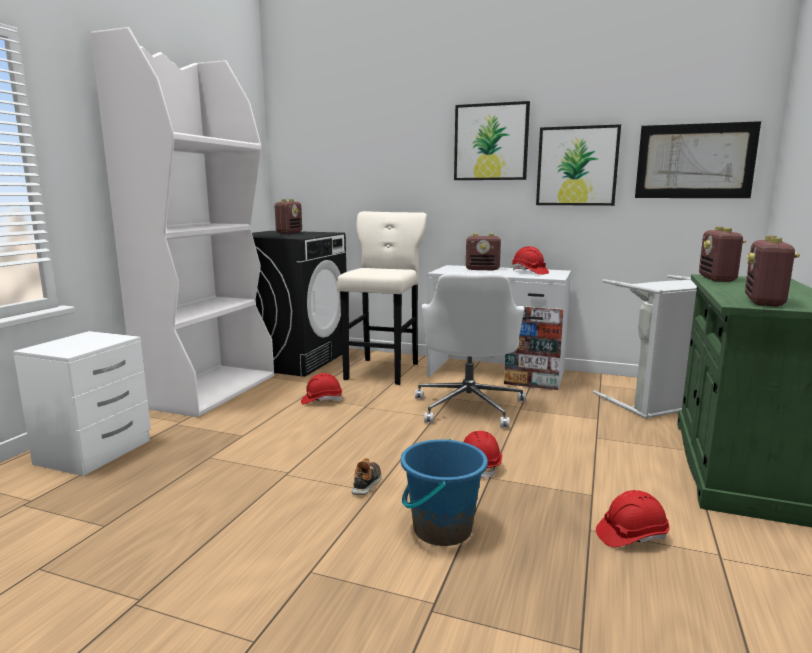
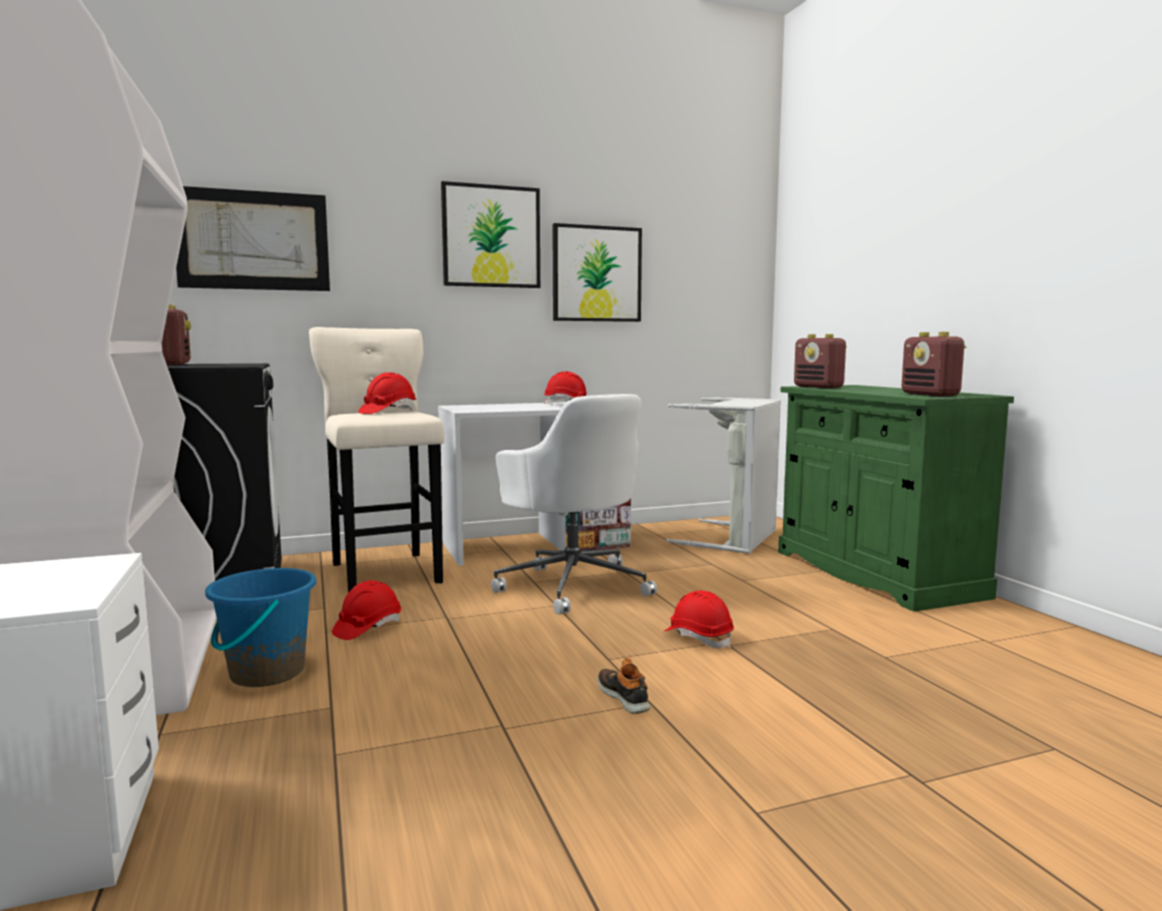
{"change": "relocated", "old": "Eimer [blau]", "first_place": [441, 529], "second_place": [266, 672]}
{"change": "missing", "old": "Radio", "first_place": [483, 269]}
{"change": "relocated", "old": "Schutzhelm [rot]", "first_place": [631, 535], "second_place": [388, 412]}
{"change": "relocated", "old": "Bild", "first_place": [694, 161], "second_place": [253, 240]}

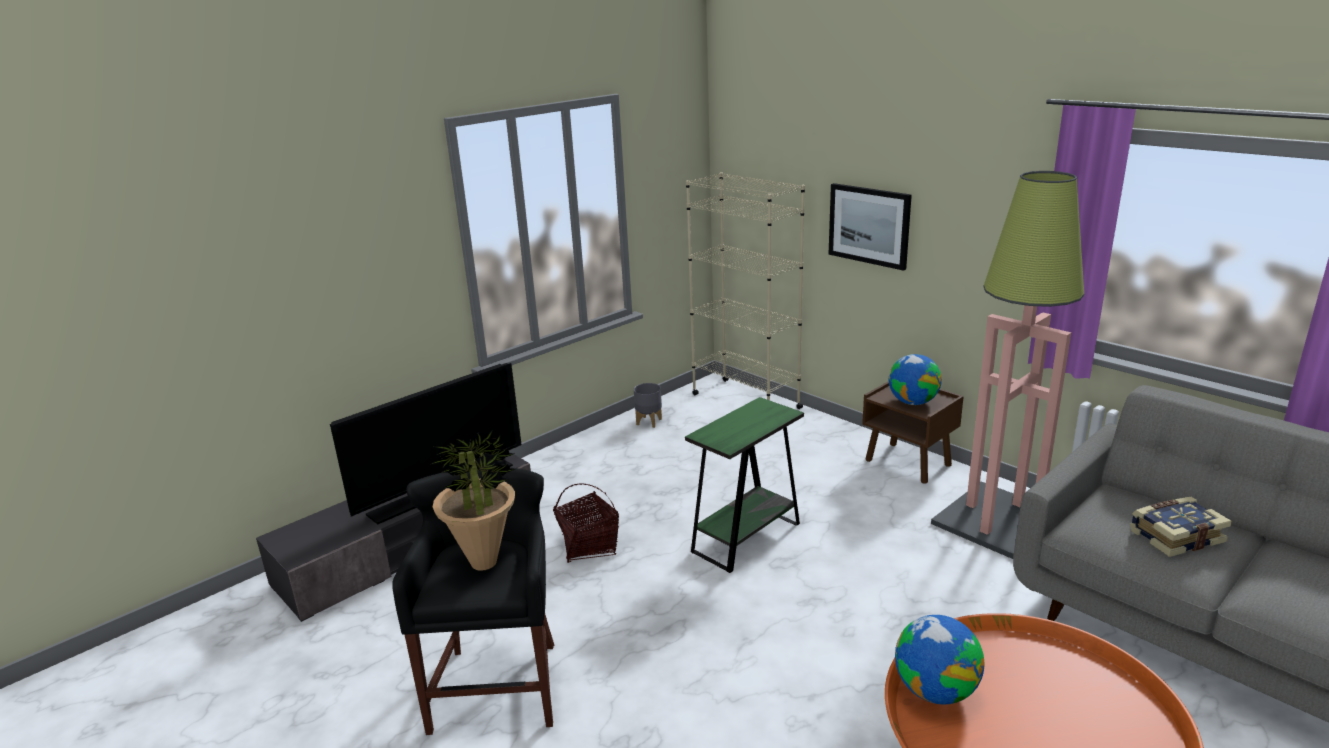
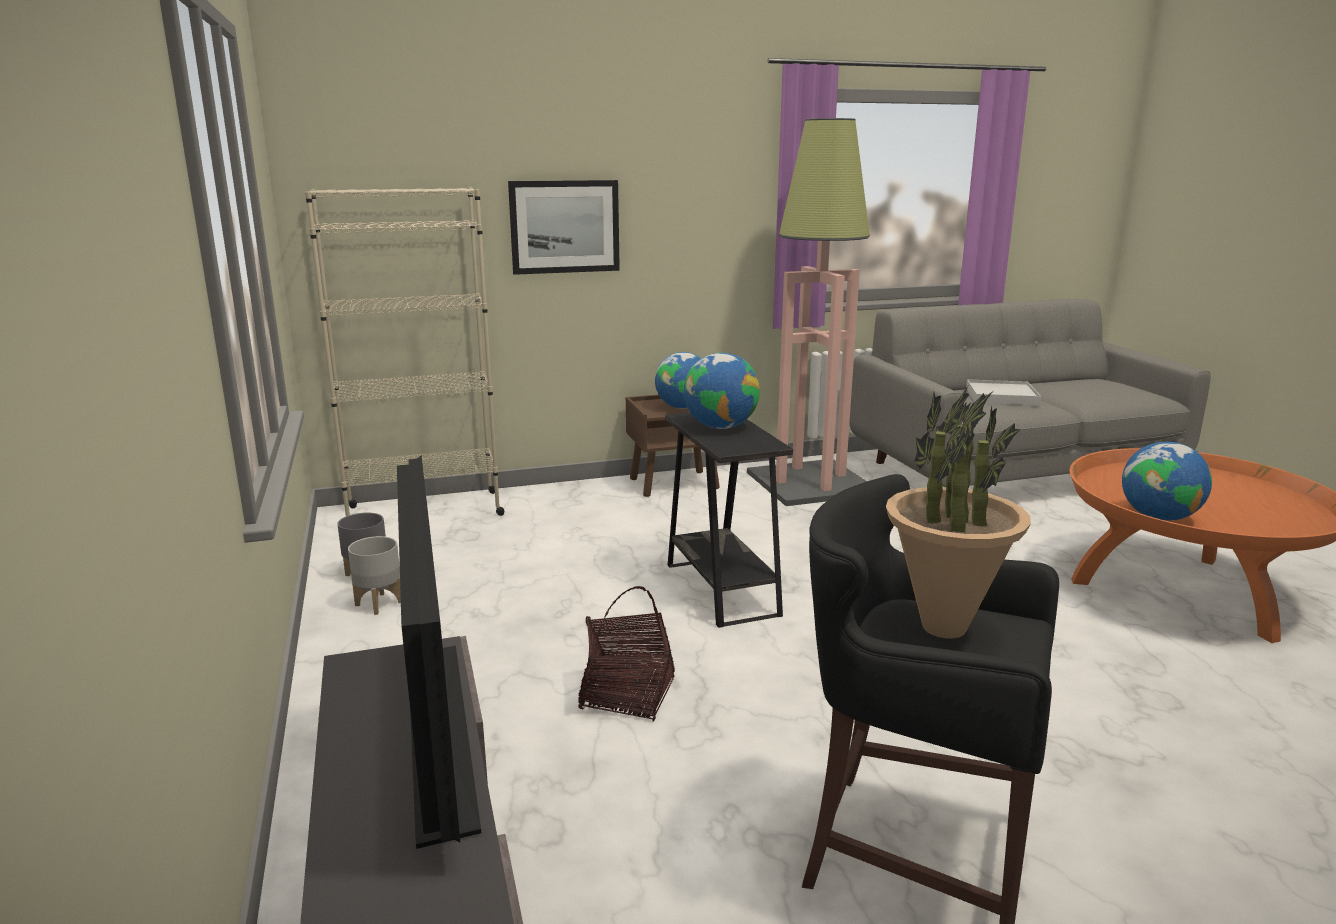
{"change": "colour", "old": "Beistelltisch [grün]", "new": "Beistelltisch [schwarz]", "first_place": [746, 538], "second_place": [721, 589]}
{"change": "exchanged", "old": "Buch", "new": "Tablett [weiß]", "first_place": [1174, 536], "second_place": [1001, 396]}
{"change": "appeared", "new": "Pflanzkübel [grau]", "second_place": [380, 603]}
{"change": "appeared", "new": "Globus", "second_place": [720, 427]}

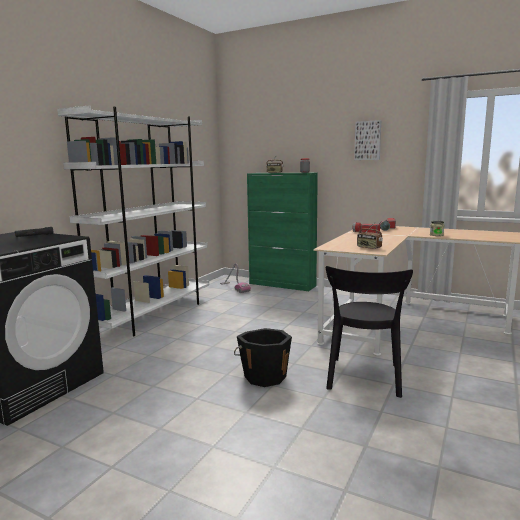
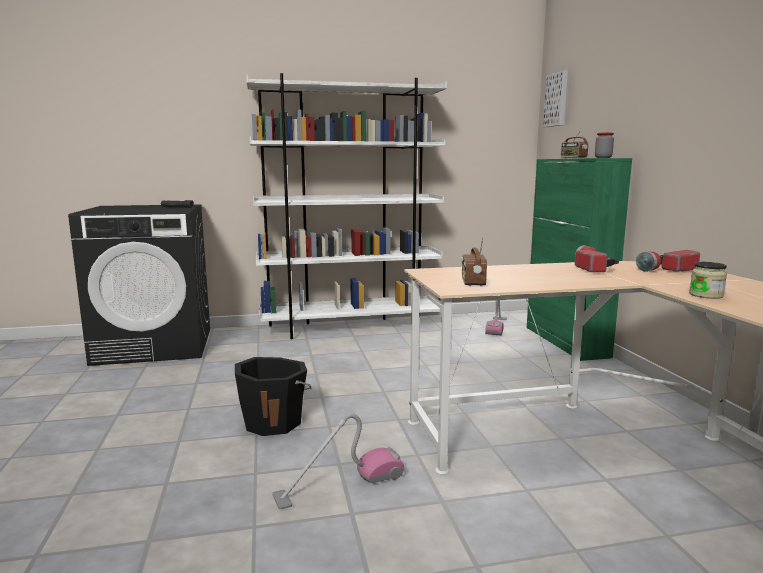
{"change": "exchanged", "old": "Stuhl [schwarz]", "new": "Staubsauger", "first_place": [364, 379], "second_place": [340, 485]}
{"change": "relocated", "old": "Bild", "first_place": [368, 140], "second_place": [557, 100]}

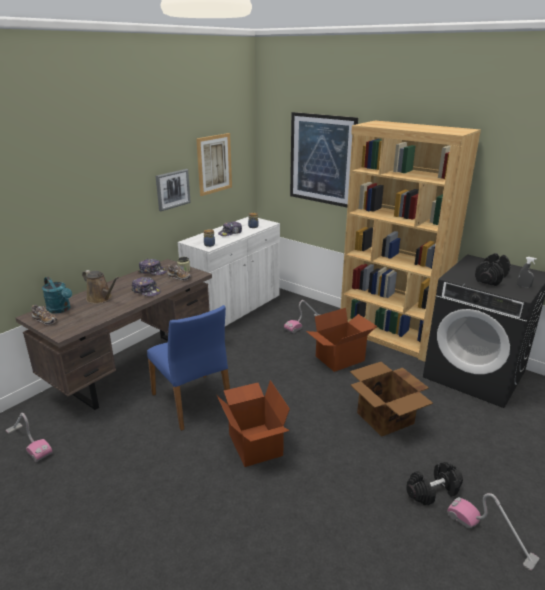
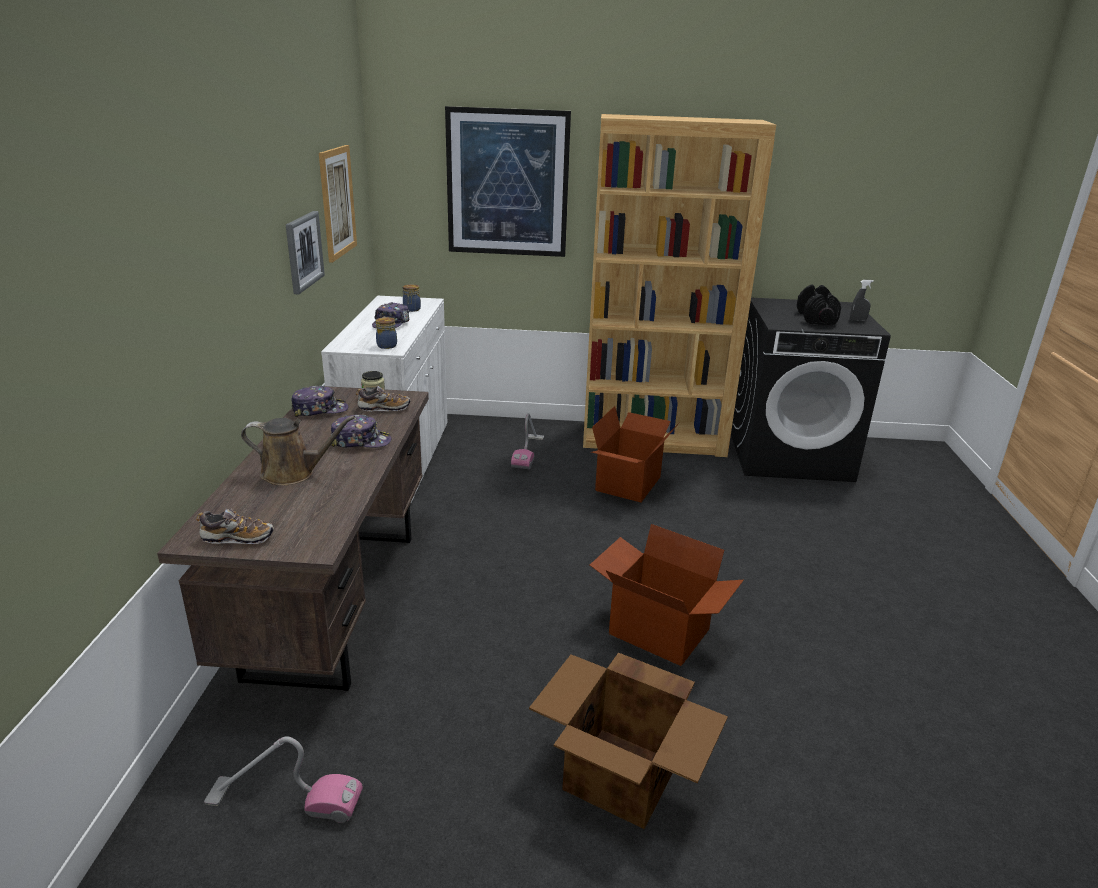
{"change": "missing", "old": "Gießkanne [türkis]", "first_place": [61, 309]}
{"change": "missing", "old": "Stuhl [blau]", "first_place": [193, 402]}
{"change": "relocated", "old": "Karton", "first_place": [385, 418], "second_place": [622, 777]}
{"change": "missing", "old": "Hantel [schwarz]", "first_place": [433, 491]}
{"change": "missing", "old": "Staubsauger", "first_place": [490, 535]}

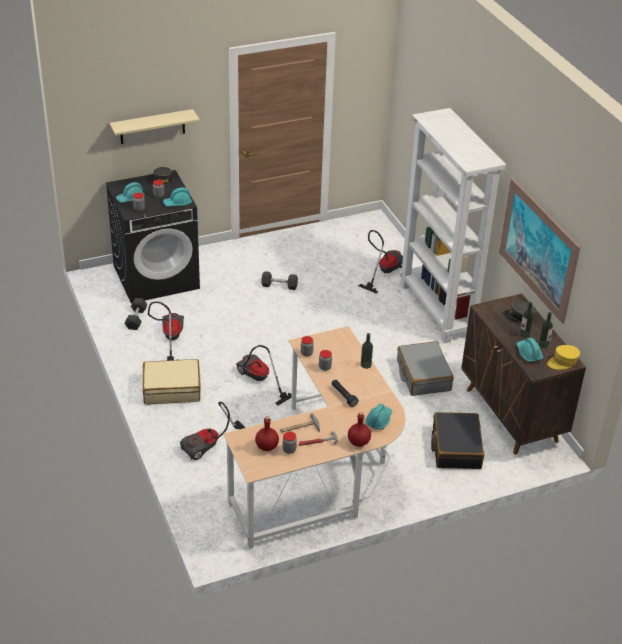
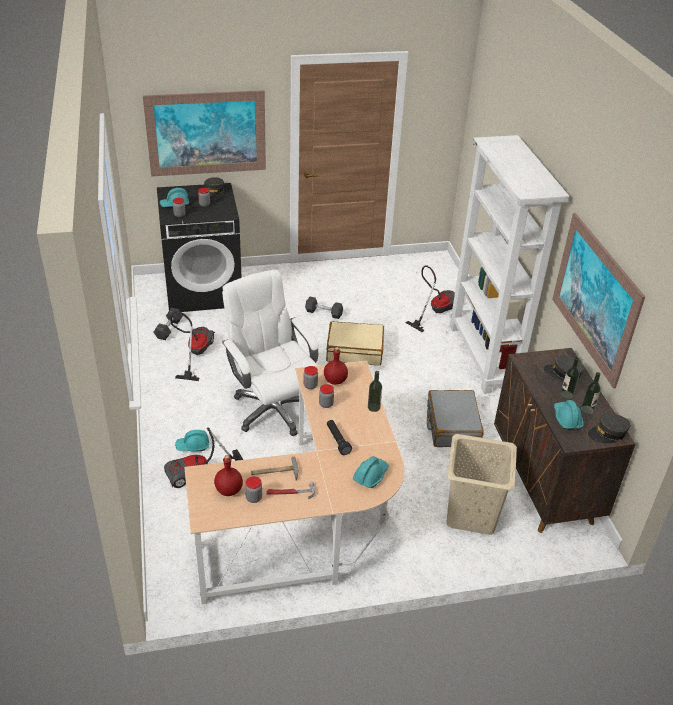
{"change": "exchanged", "old": "Wandregal [beige]", "new": "Bild", "first_place": [152, 127], "second_place": [206, 133]}
{"change": "relocated", "old": "Koffer [beige]", "first_place": [172, 389], "second_place": [355, 350]}
{"change": "relocated", "old": "Schutzhelm [türkis]", "first_place": [177, 203], "second_place": [193, 446]}
{"change": "exchanged", "old": "Staubsauger", "new": "Bürostuhl [weiß]", "first_place": [258, 381], "second_place": [272, 409]}
{"change": "relocated", "old": "Flasche [rot]", "first_place": [358, 442], "second_place": [334, 380]}
{"change": "exchanged", "old": "Koffer [schwarz]", "new": "Wäschekorb [beige]", "first_place": [456, 448], "second_place": [471, 515]}
{"change": "colour", "old": "Kappe [gelb]", "new": "Kappe [grau]", "first_place": [563, 361], "second_place": [607, 434]}

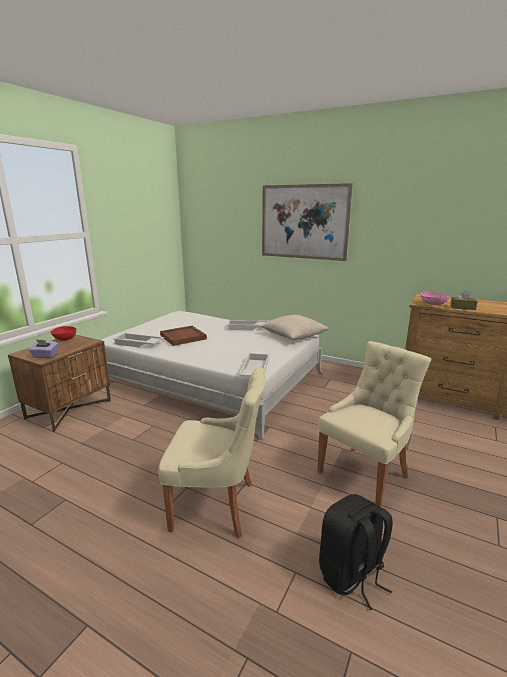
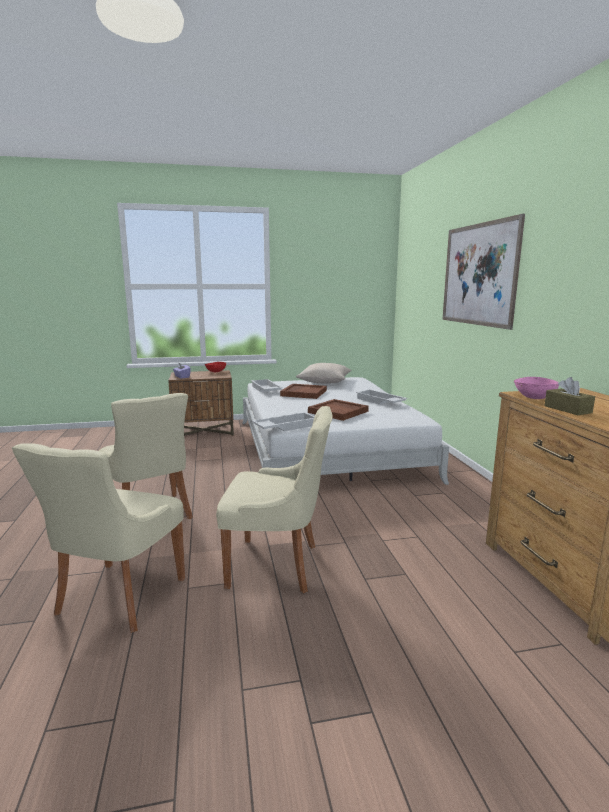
{"change": "relocated", "old": "Kissen [beige]", "first_place": [294, 336], "second_place": [324, 382]}
{"change": "exchanged", "old": "Rucksack [schwarz]", "new": "Stuhl [beige]", "first_place": [351, 575], "second_place": [118, 598]}
{"change": "appeared", "new": "Tablett [braun]", "second_place": [338, 412]}

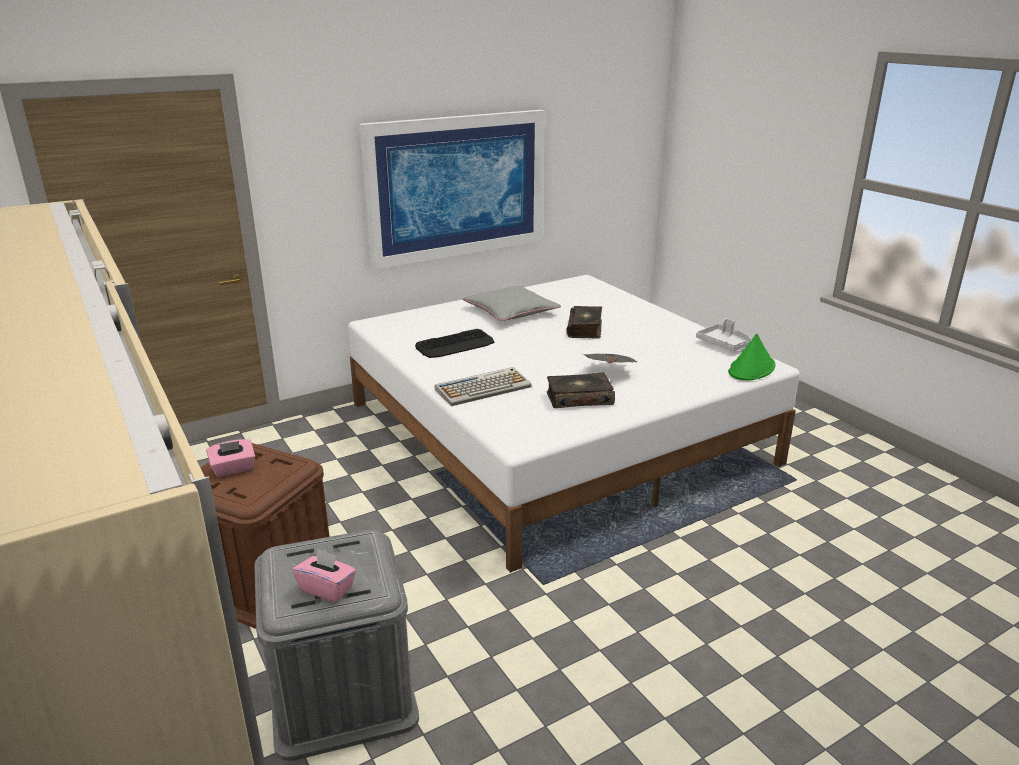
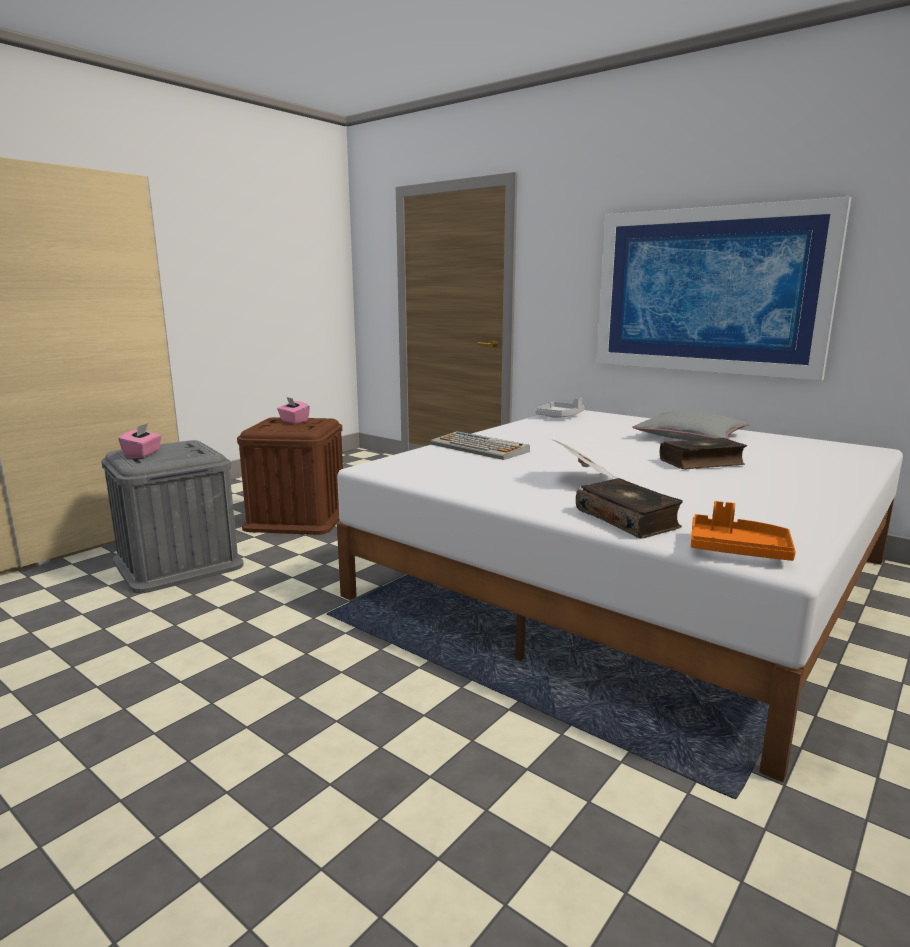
{"change": "missing", "old": "Tastatur", "first_place": [455, 345]}
{"change": "relocated", "old": "Buch", "first_place": [579, 398], "second_place": [628, 519]}
{"change": "relocated", "old": "Tablett [grau]", "first_place": [724, 344], "second_place": [560, 416]}
{"change": "exchanged", "old": "Hut [grün]", "new": "Tablett [orange]", "first_place": [751, 369], "second_place": [737, 550]}

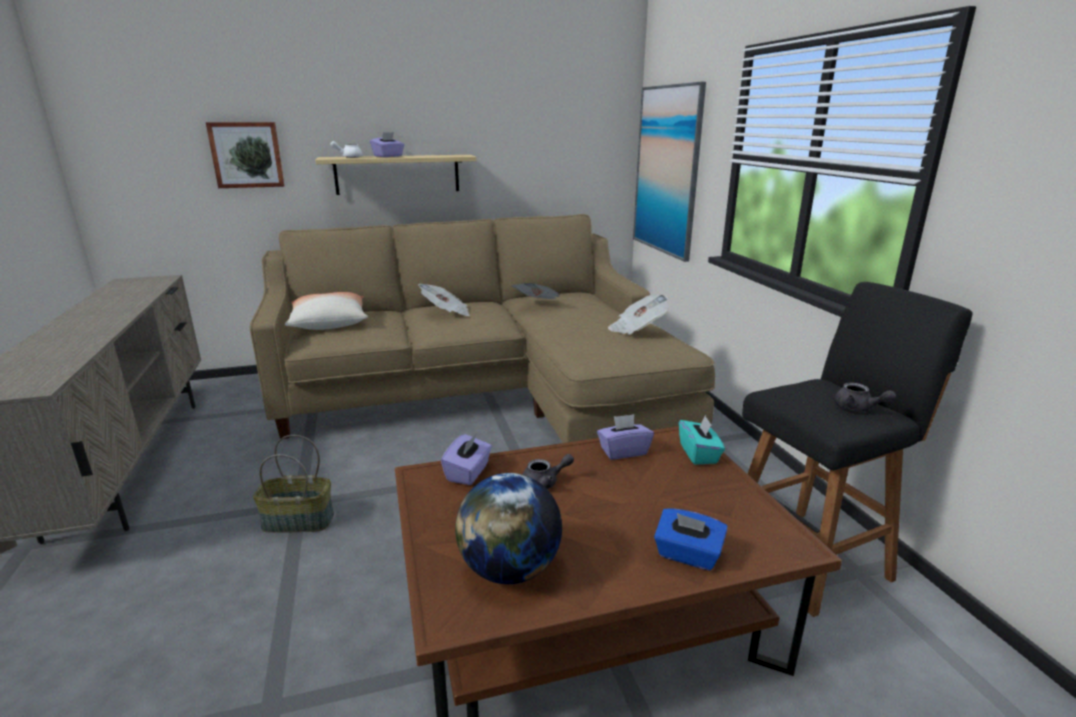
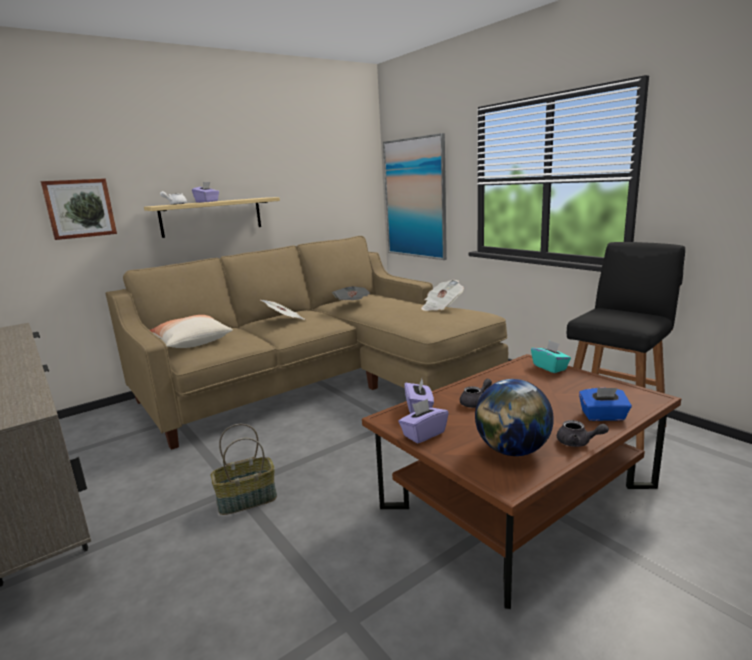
{"change": "relocated", "old": "Taschentuchbox [lila]", "first_place": [623, 451], "second_place": [423, 434]}
{"change": "relocated", "old": "Teekanne [grau]", "first_place": [858, 408], "second_place": [578, 443]}

